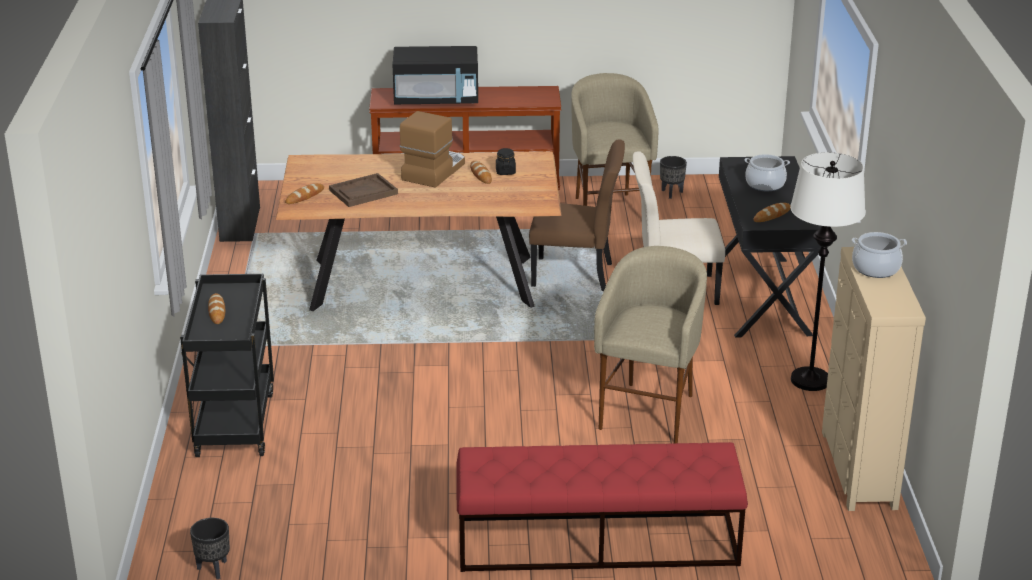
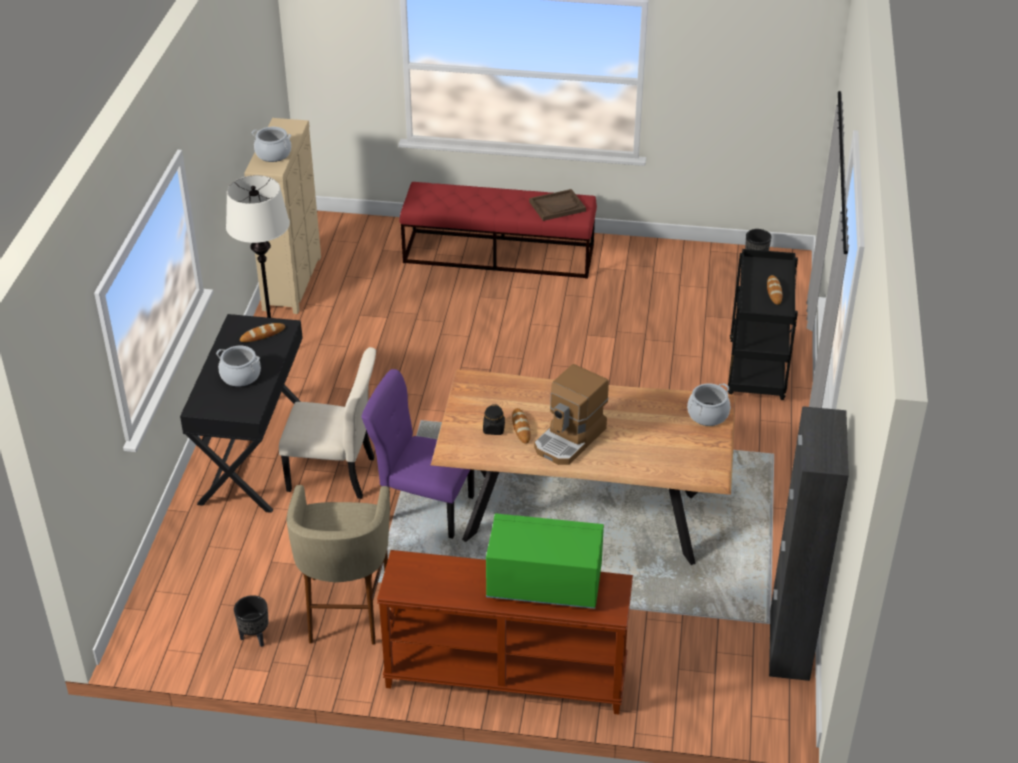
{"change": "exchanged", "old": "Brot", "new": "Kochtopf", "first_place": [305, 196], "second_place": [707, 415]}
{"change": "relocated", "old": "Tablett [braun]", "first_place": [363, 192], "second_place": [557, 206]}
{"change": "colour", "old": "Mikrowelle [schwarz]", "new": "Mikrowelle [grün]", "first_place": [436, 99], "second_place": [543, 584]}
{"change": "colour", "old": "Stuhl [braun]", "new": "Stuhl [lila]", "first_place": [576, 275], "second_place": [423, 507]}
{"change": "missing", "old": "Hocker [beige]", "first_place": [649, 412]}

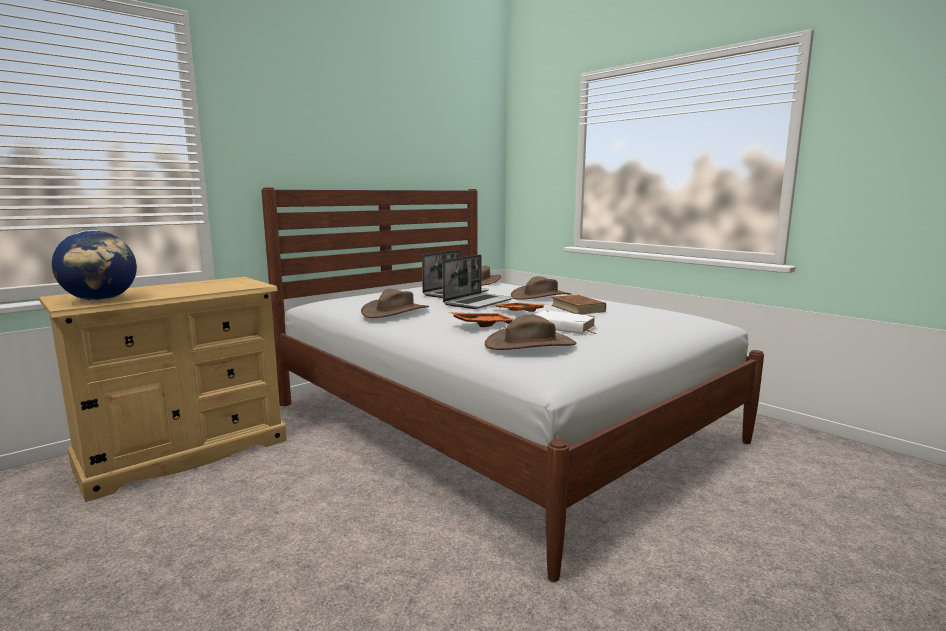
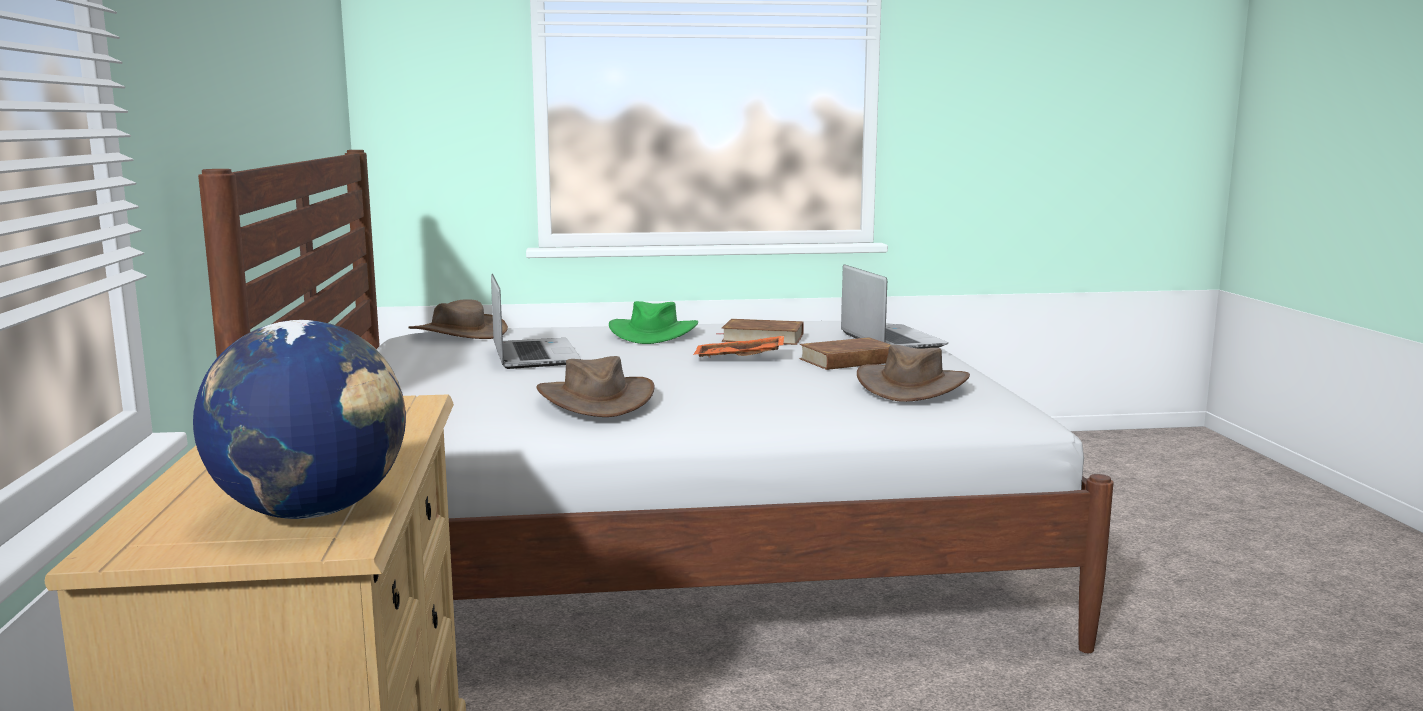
{"change": "relocated", "old": "Laptop", "first_place": [478, 302], "second_place": [890, 340]}
{"change": "missing", "old": "Tablett [orange]", "first_place": [482, 325]}
{"change": "colour", "old": "Hut [braun]", "new": "Hut [grün]", "first_place": [541, 296], "second_place": [653, 333]}
{"change": "colour", "old": "Buch [weiß]", "new": "Buch [braun]", "first_place": [562, 327], "second_place": [849, 361]}

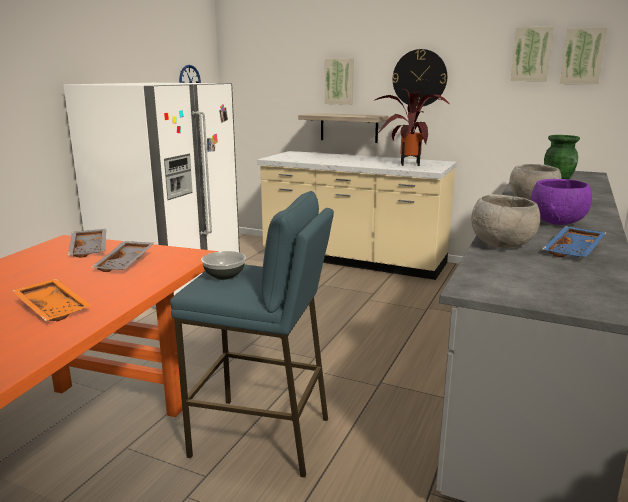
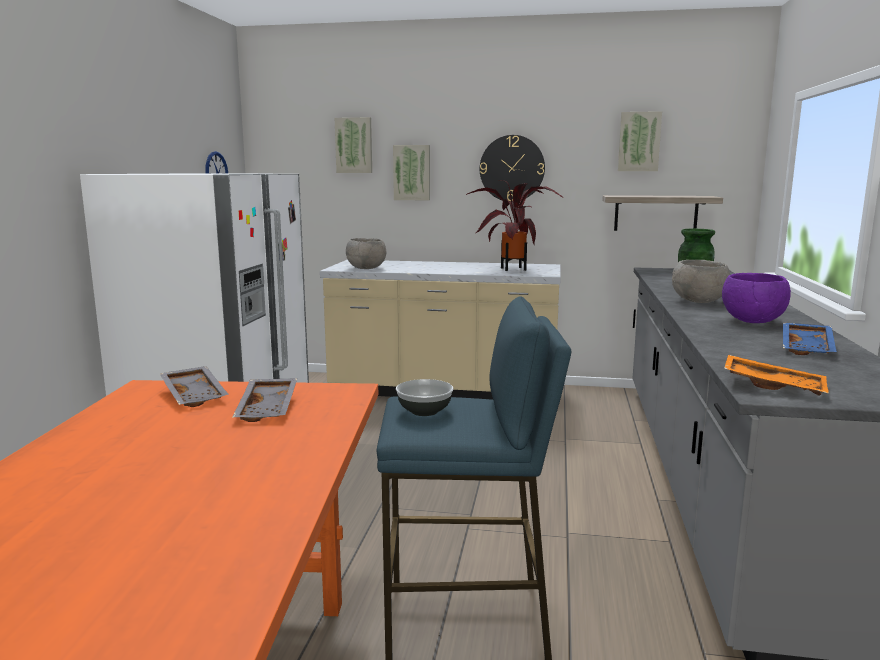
{"change": "relocated", "old": "Tablett [orange]", "first_place": [54, 308], "second_place": [773, 386]}
{"change": "relocated", "old": "Wandregal", "first_place": [349, 127], "second_place": [655, 213]}
{"change": "relocated", "old": "Schüssel [grau]", "first_place": [501, 245], "second_place": [366, 268]}
{"change": "relocated", "old": "Bild", "first_place": [582, 56], "second_place": [354, 145]}

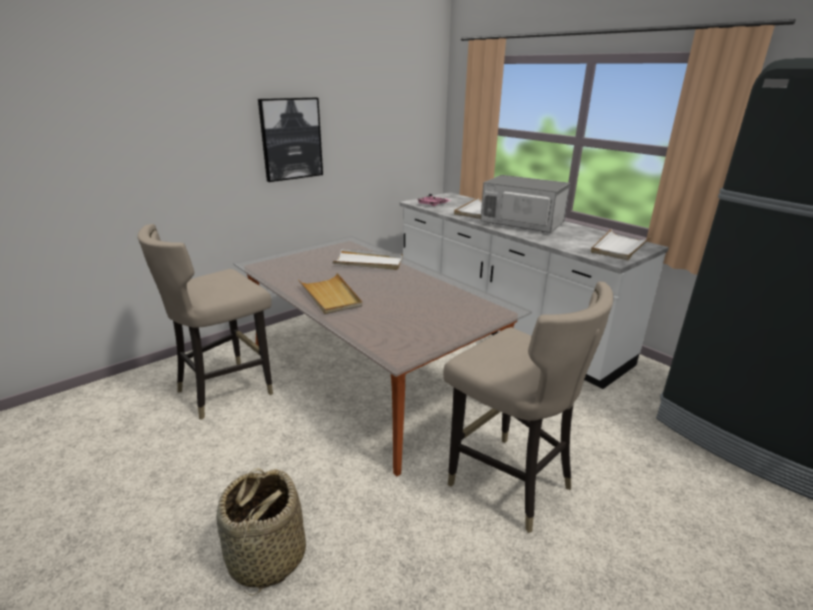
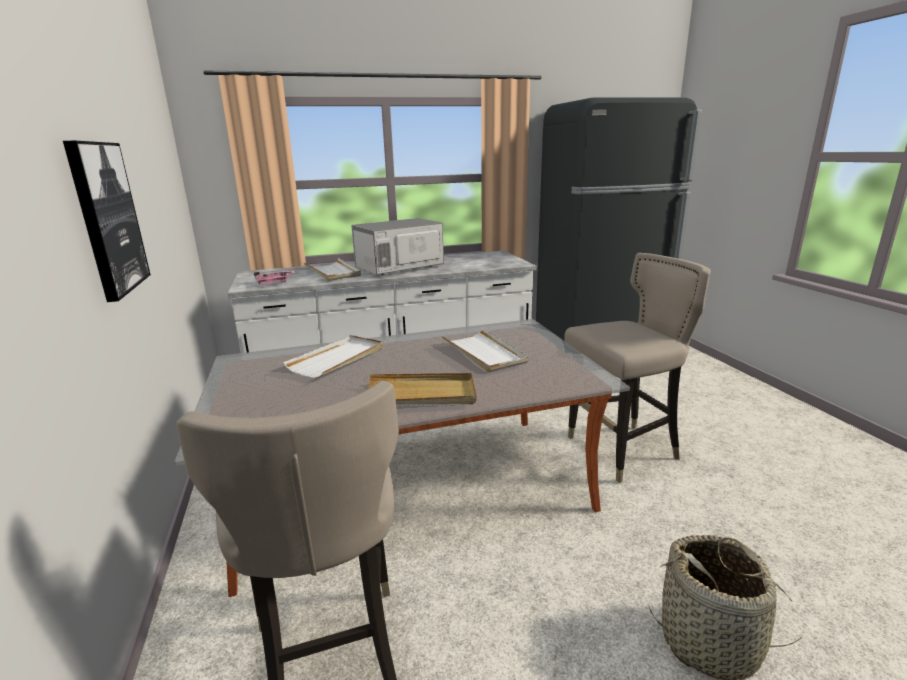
{"change": "relocated", "old": "Tablett [weiß]", "first_place": [619, 247], "second_place": [484, 353]}

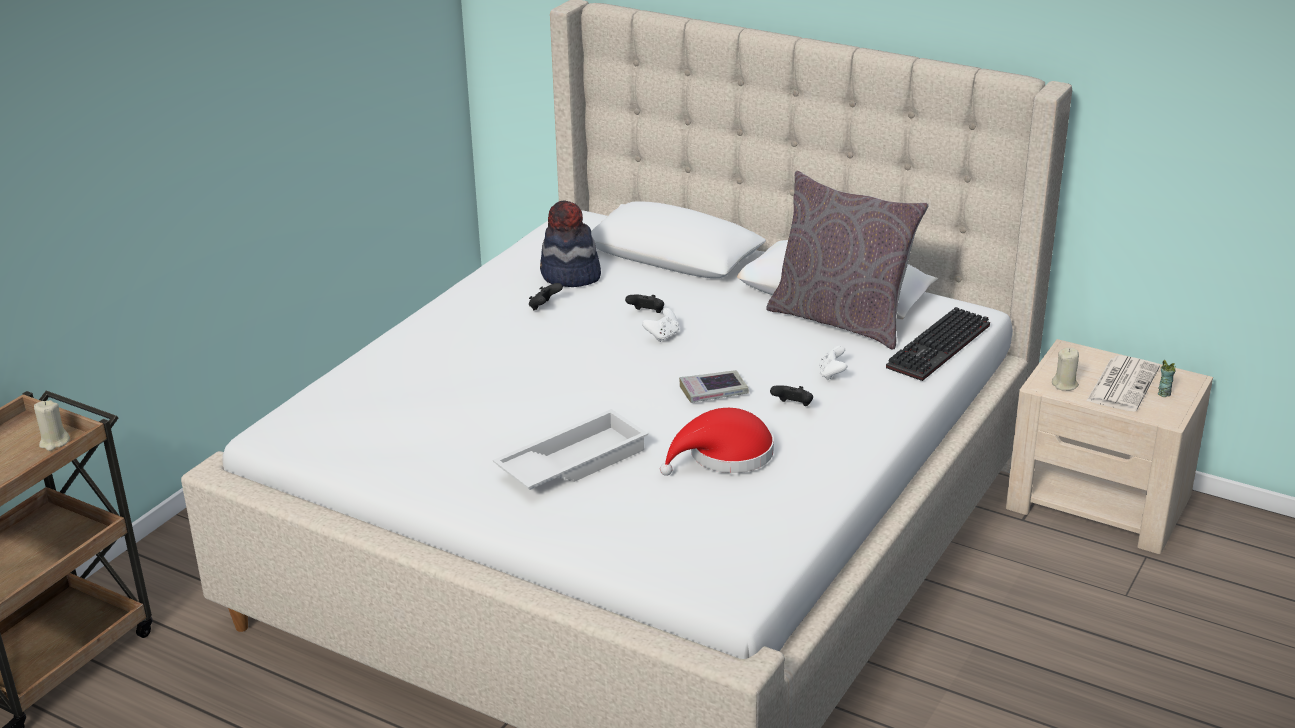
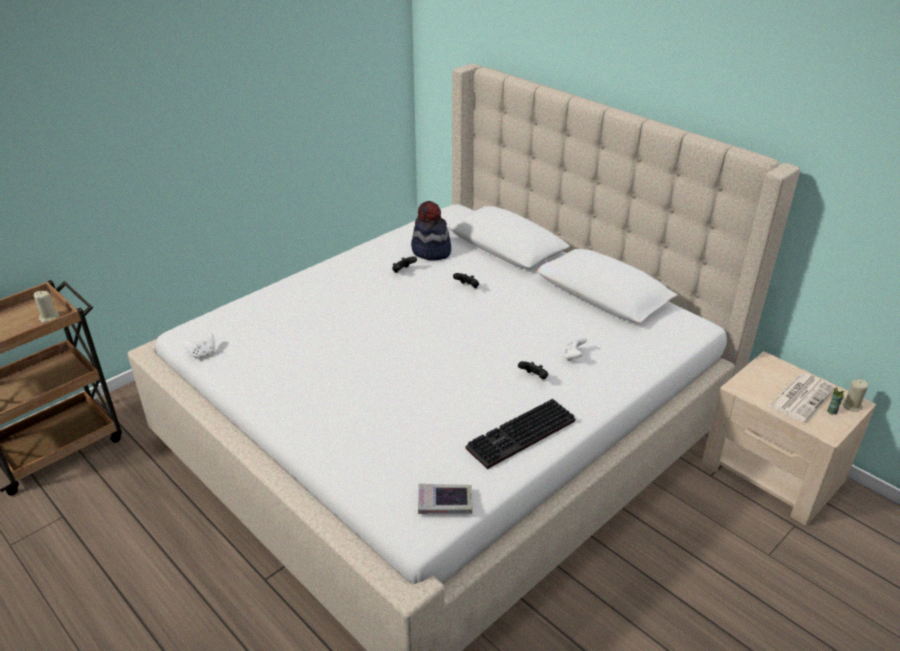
{"change": "missing", "old": "Tablett [weiß]", "first_place": [572, 462]}
{"change": "relocated", "old": "Gamepad [weiß]", "first_place": [662, 336], "second_place": [202, 353]}
{"change": "missing", "old": "Hut [rot]", "first_place": [725, 455]}
{"change": "relocated", "old": "Buch", "first_place": [713, 391], "second_place": [445, 503]}
{"change": "missing", "old": "Kissen [grau]", "first_place": [841, 320]}
{"change": "relocated", "old": "Tastatur", "first_place": [940, 348], "second_place": [521, 437]}
{"change": "relocated", "old": "Kerze [beige]", "first_place": [1065, 385], "second_place": [852, 406]}

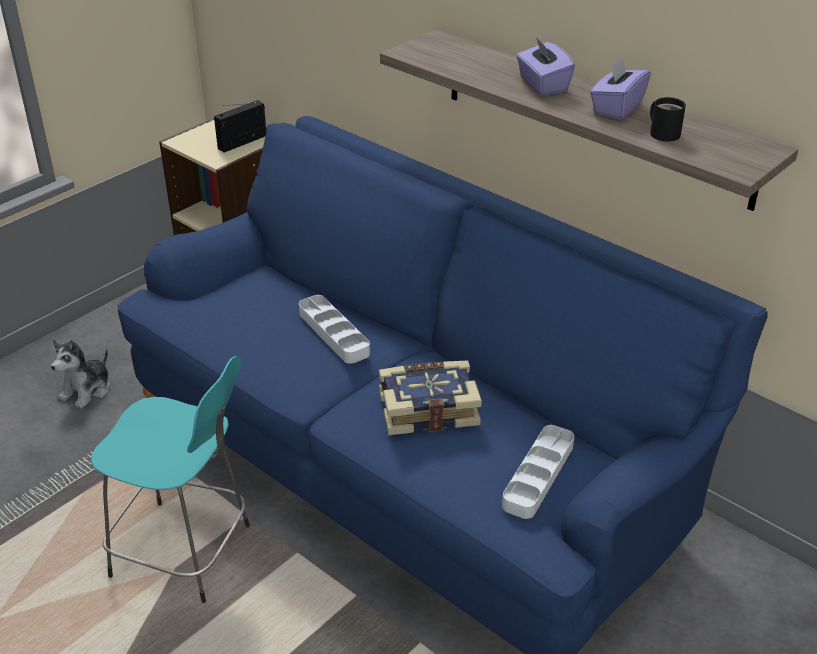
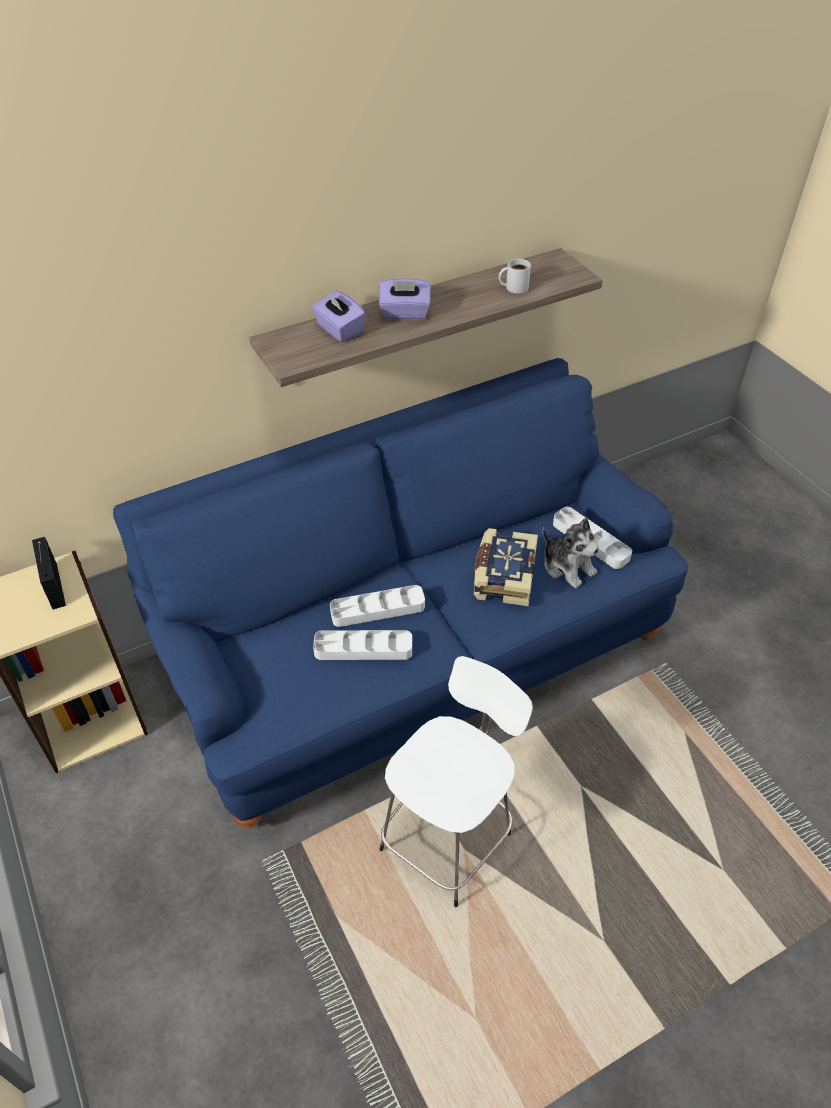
{"change": "relocated", "old": "Plüschtier", "first_place": [87, 390], "second_place": [567, 567]}
{"change": "colour", "old": "Hocker [türkis]", "new": "Hocker [weiß]", "first_place": [186, 552], "second_place": [449, 838]}
{"change": "relocated", "old": "Taschentuchbox [lila]", "first_place": [617, 108], "second_place": [339, 330]}
{"change": "colour", "old": "Henkelbecher [schwarz]", "new": "Henkelbecher [weiß]", "first_place": [664, 133], "second_place": [514, 287]}
{"change": "appeared", "new": "Tablett [weiß]", "second_place": [363, 649]}

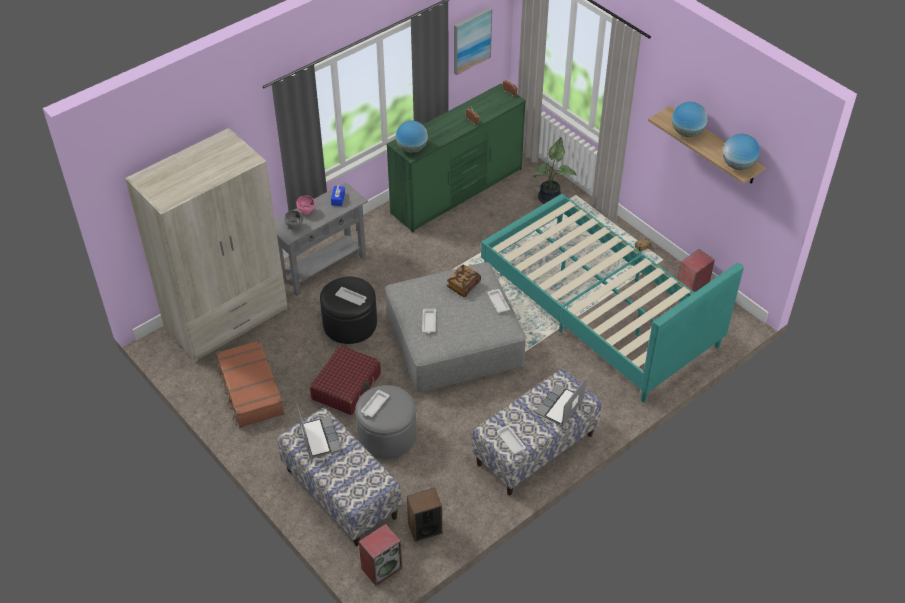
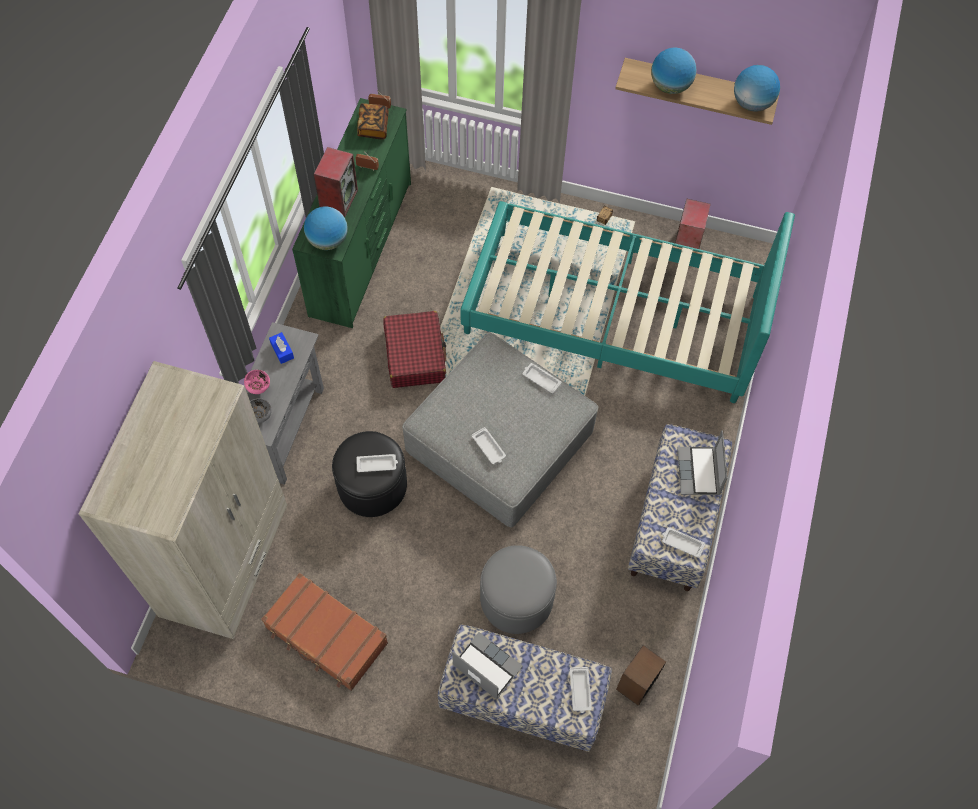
{"change": "relocated", "old": "Koffer [rot]", "first_place": [346, 386], "second_place": [415, 355]}
{"change": "relocated", "old": "Lautsprecher", "first_place": [382, 568], "second_place": [338, 199]}
{"change": "relocated", "old": "Tablett [weiß]", "first_place": [374, 405], "second_place": [580, 690]}
{"change": "relocated", "old": "Buch", "first_place": [463, 286], "second_place": [373, 127]}
{"change": "missing", "old": "Bild", "first_place": [471, 40]}
{"change": "missing", "old": "Topfpflanze", "first_place": [551, 198]}

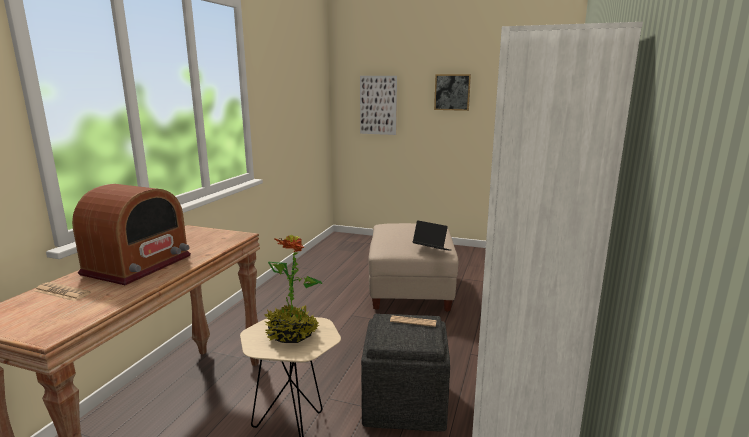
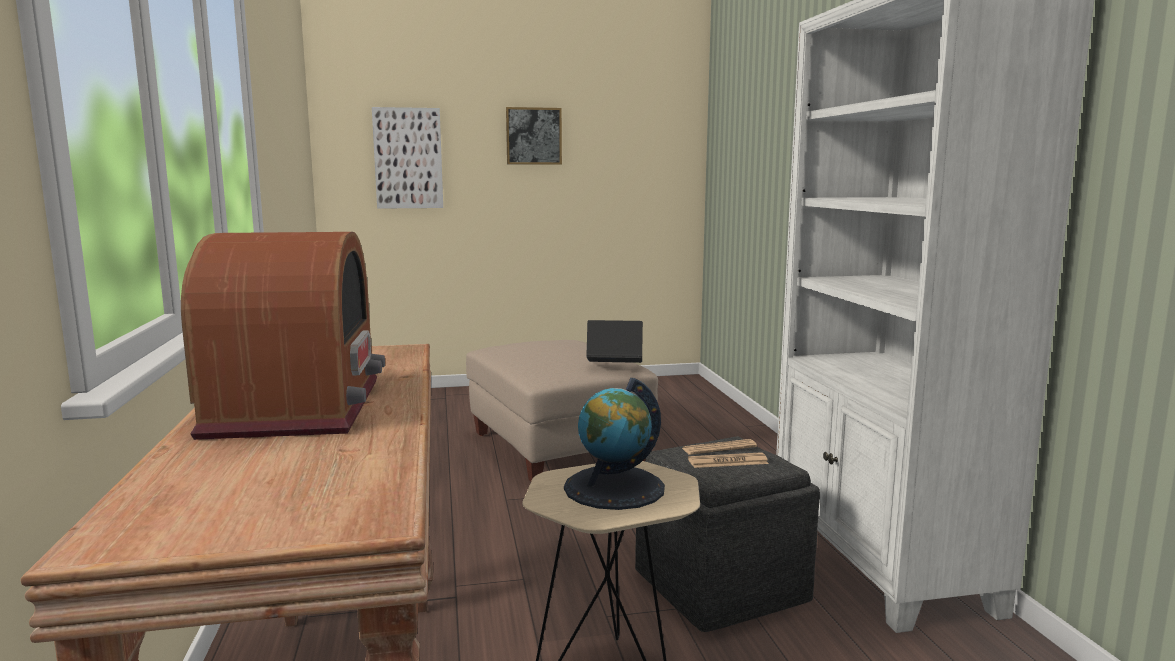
{"change": "relocated", "old": "Zeitung", "first_place": [62, 292], "second_place": [728, 461]}
{"change": "exchanged", "old": "Topfpflanze", "new": "Globus", "first_place": [292, 334], "second_place": [614, 488]}

